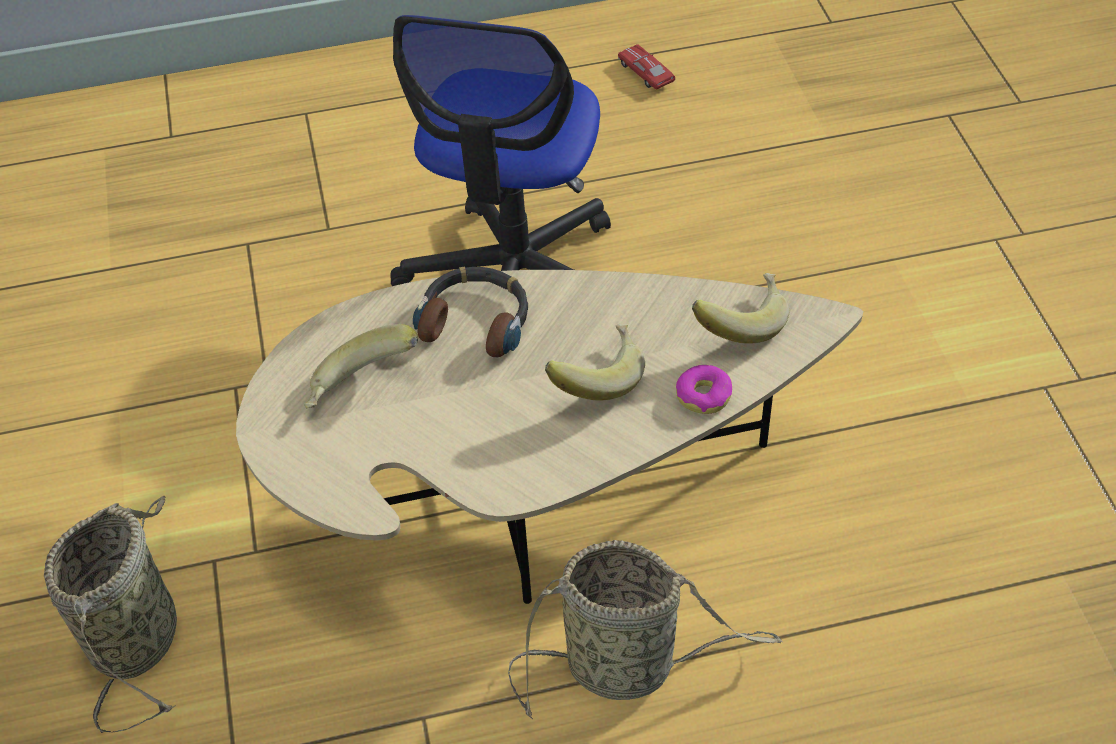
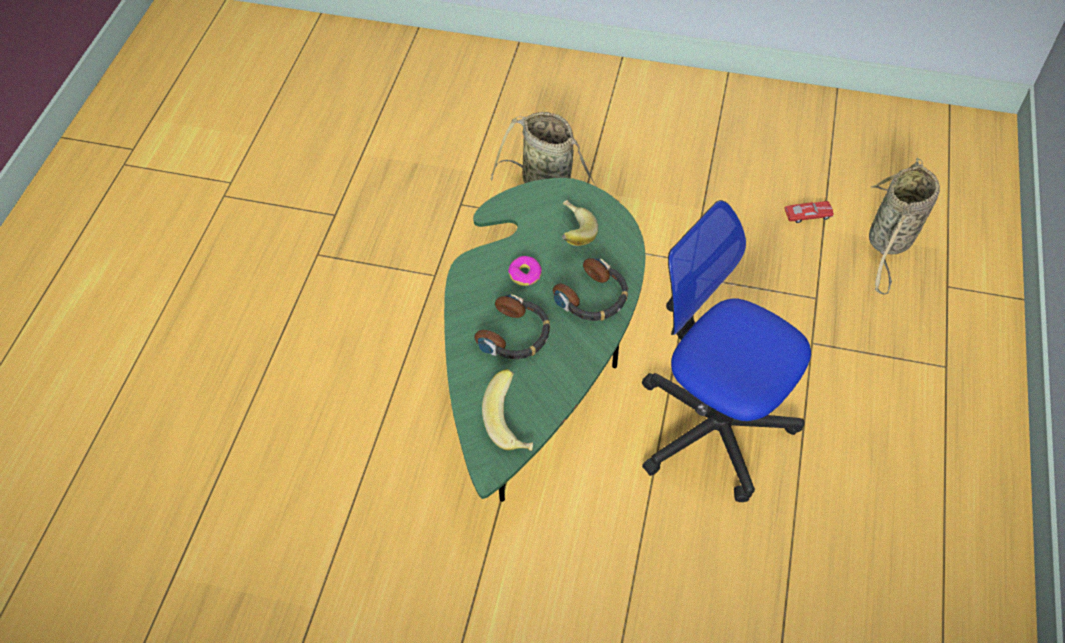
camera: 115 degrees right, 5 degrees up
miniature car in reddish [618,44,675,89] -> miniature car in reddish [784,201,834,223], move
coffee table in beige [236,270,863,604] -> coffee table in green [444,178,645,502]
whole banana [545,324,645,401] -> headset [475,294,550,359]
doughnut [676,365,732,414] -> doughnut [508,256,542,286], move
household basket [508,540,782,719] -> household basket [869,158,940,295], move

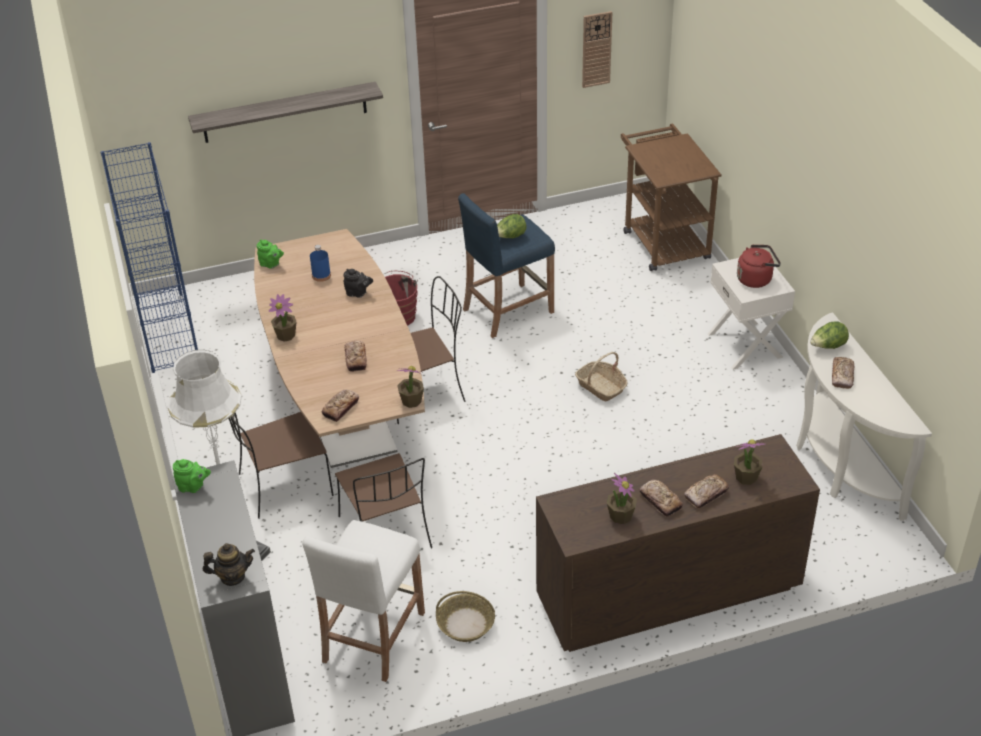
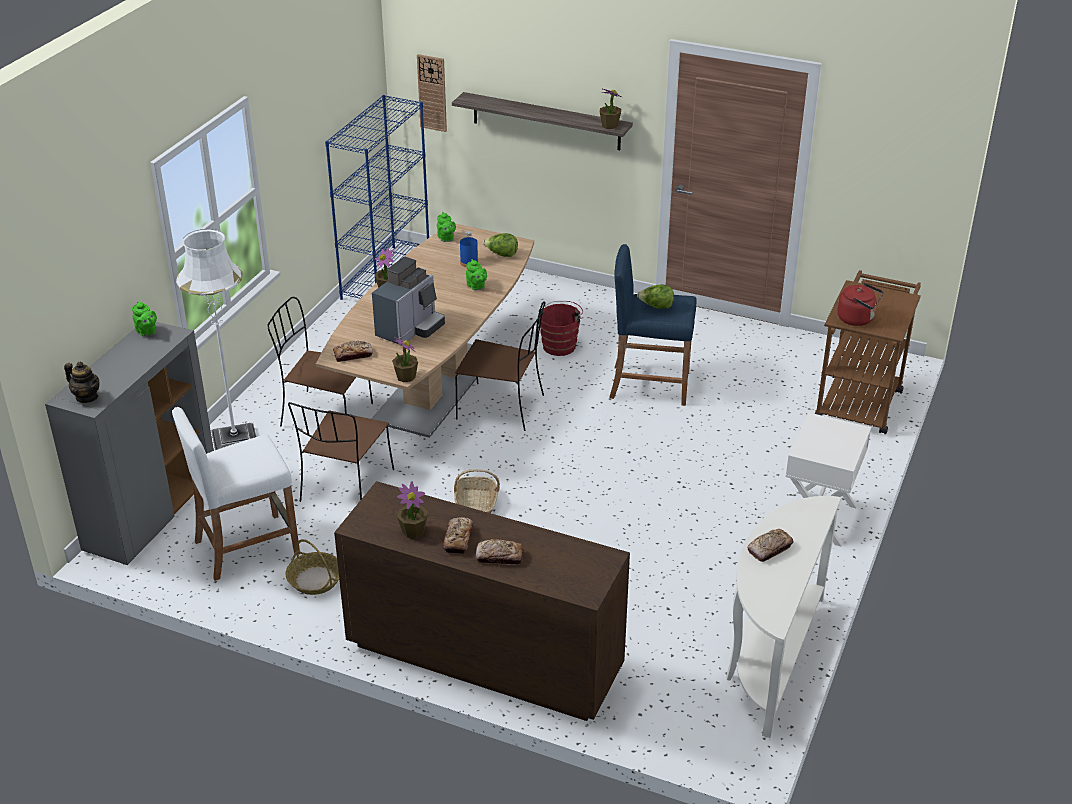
camera: 40 degrees right, 5 degrees down
wall clock [582,11,612,88] -> wall clock [417,54,447,132], move
tea kettle in reddish [737,245,781,288] -> tea kettle in reddish [837,283,884,326], move
tea pot in black-coloured [344,269,373,298] -> tea pot in green [466,259,487,291]
lettuce [810,322,849,349] -> lettuce [483,233,518,257], move
bakery bread [344,341,367,372] -> coffee brewer [372,257,445,346]
household basket [575,352,627,402] -> household basket [454,469,500,513], move
houseplant [734,439,766,485] -> houseplant [600,89,623,129], move

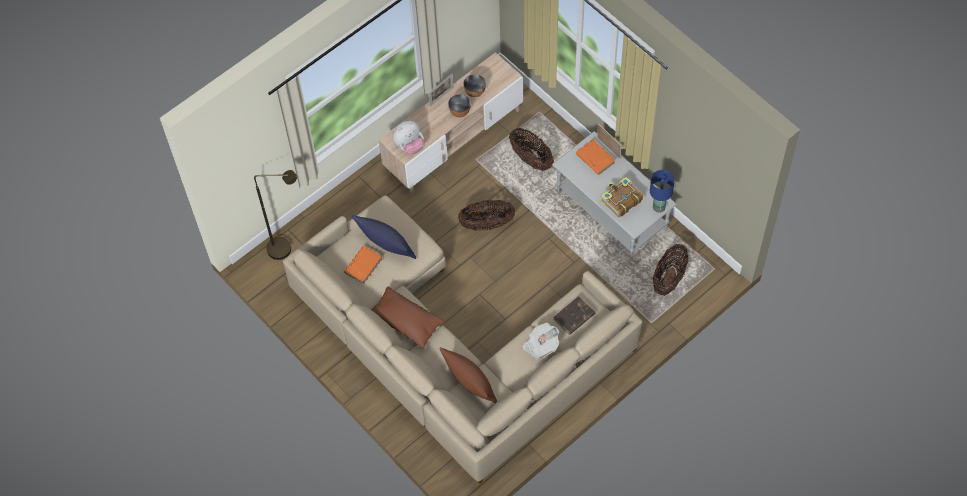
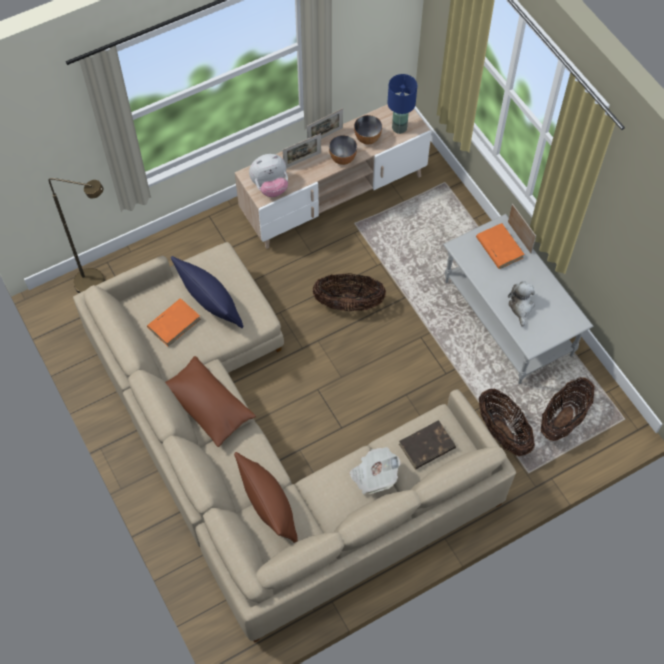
camera: 10 degrees right, 0 degrees up
household basket [509,128,554,171] -> household basket [479,388,535,456], move
table lamp in blue-coloured [650,170,675,213] -> table lamp in blue-coloured [387,74,417,134], move
volume [600,177,643,217] -> plush toy [508,281,535,326]
none -> photo frame [282,133,321,168]

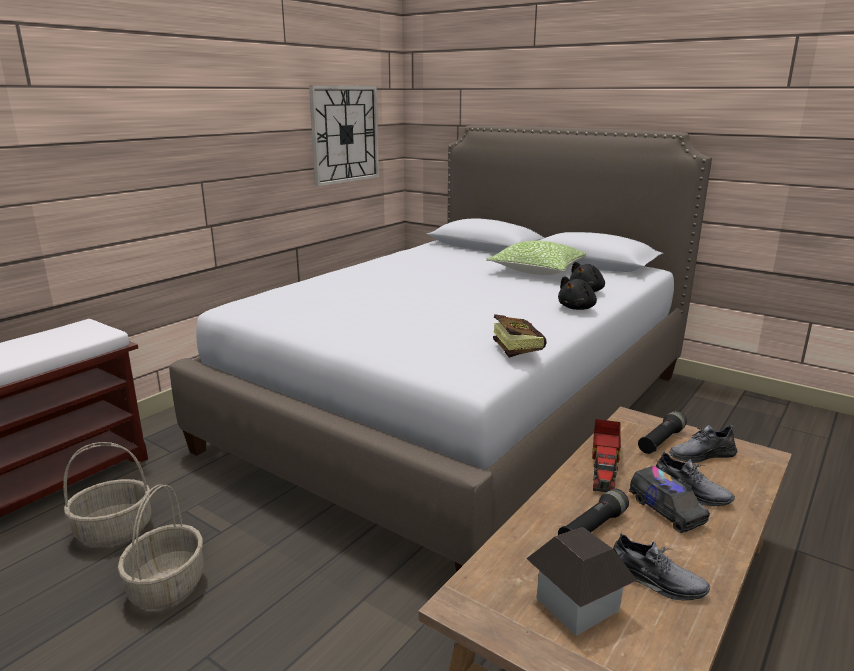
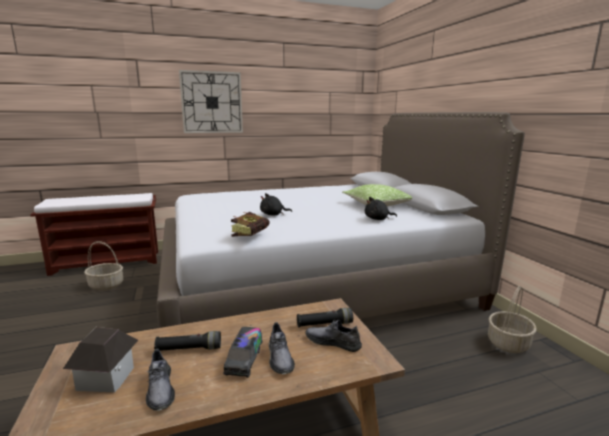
camera: 35 degrees right, 5 degrees down
wall clock [309,85,379,186] -> wall clock [179,70,243,133], move
plush toy in black-coloured [558,276,597,310] -> plush toy in black-coloured [260,193,292,215], move
toy truck [592,419,621,492] -> none
household basket [118,484,203,609] -> household basket [488,286,537,353], move

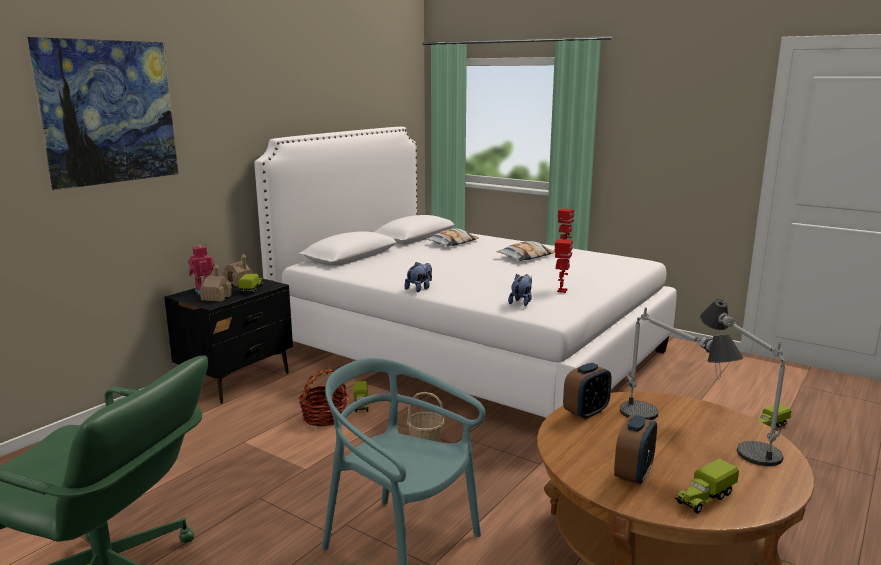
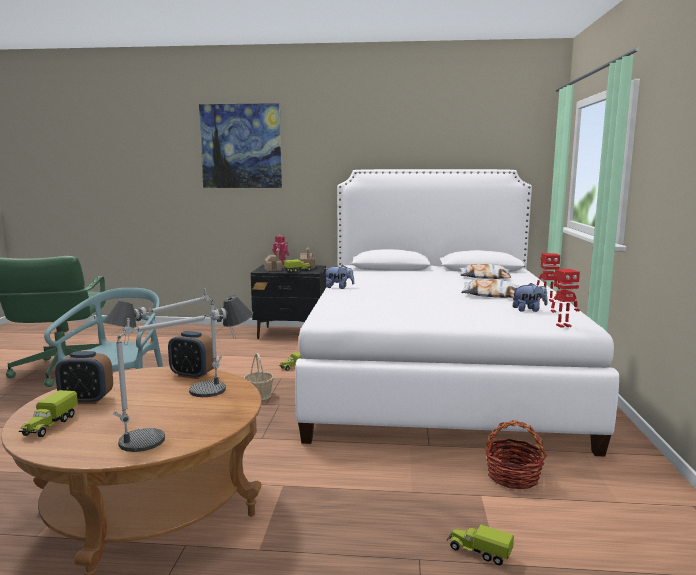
camera: 60 degrees right, 5 degrees down
model robot [555,239,573,293] -> model robot [551,269,580,328], move
plush toy [508,274,532,306] -> plush toy [513,283,548,312], move
household basket [298,369,348,427] -> household basket [485,420,547,489], move
toy truck [675,459,739,514] -> toy truck [19,390,78,437], 105 degrees counterclockwise

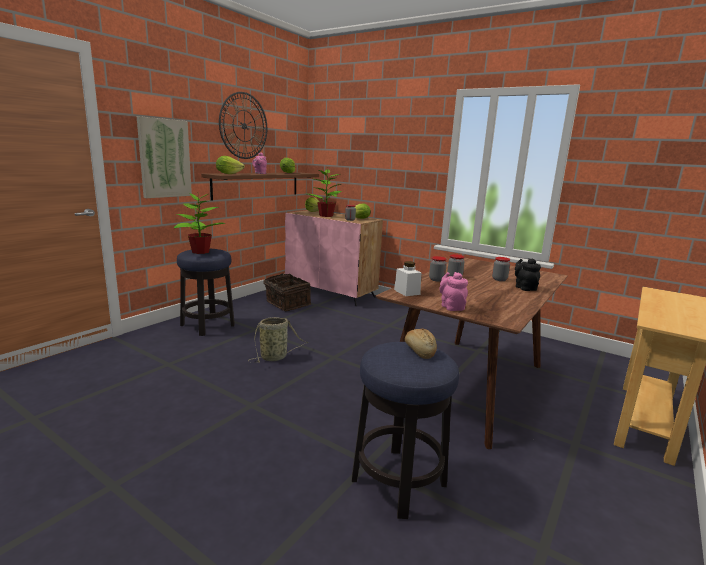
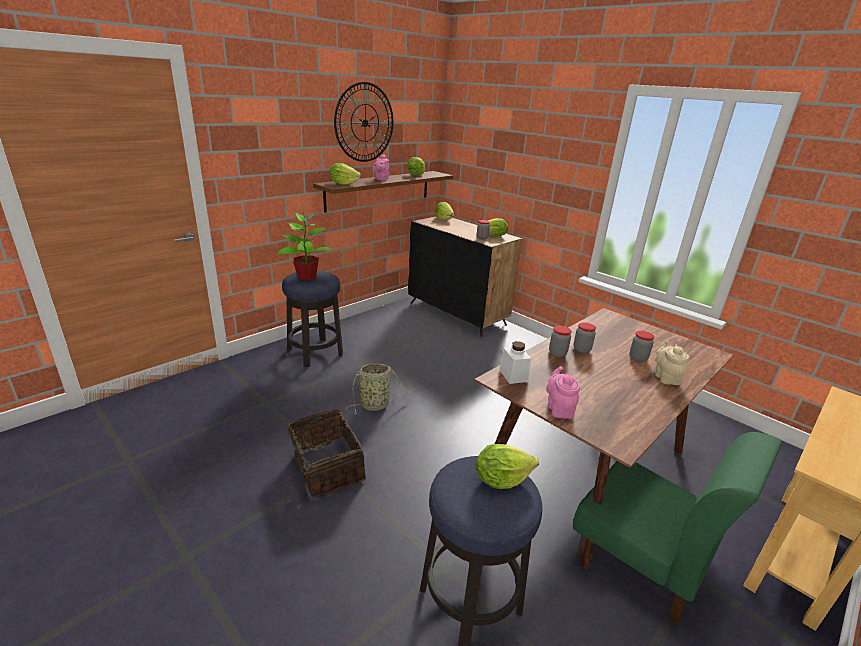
camera: 10 degrees right, 10 degrees up
picture [137,116,192,198] -> none
houseplant [308,169,342,217] -> none
cupboard in pink-coloured [285,210,383,306] -> cupboard in black-coloured [408,216,522,337]
tea pot in black-coloured [515,258,541,291] -> tea pot in beige [655,340,689,385]
household basket [263,273,311,311] -> household basket [284,408,366,498], move
bakery bread [405,328,437,359] -> lettuce [476,444,539,489]
none -> plain chair in green [573,432,783,626]

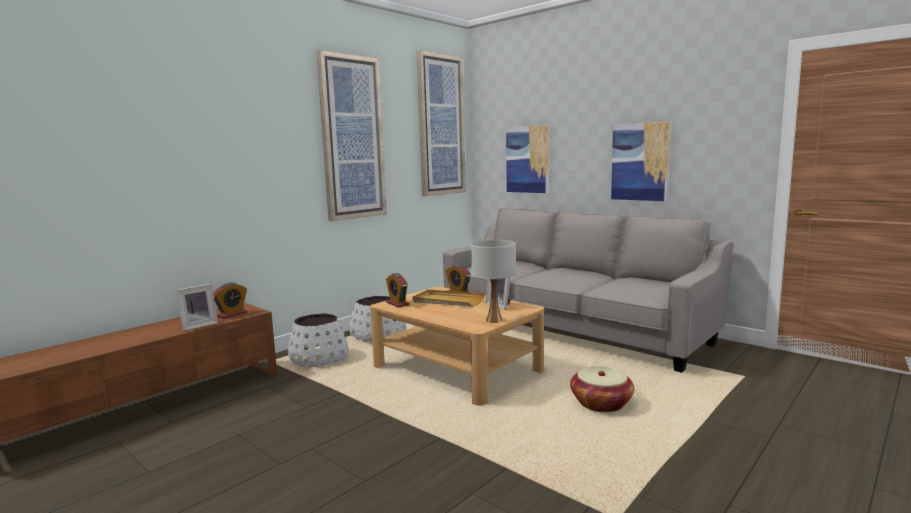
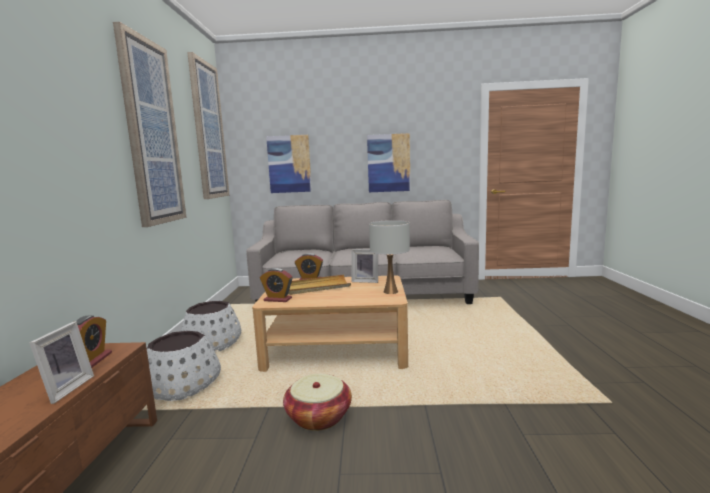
camera: 40 degrees left, 0 degrees up
household basket [570,366,634,412] -> household basket [283,374,352,431], move

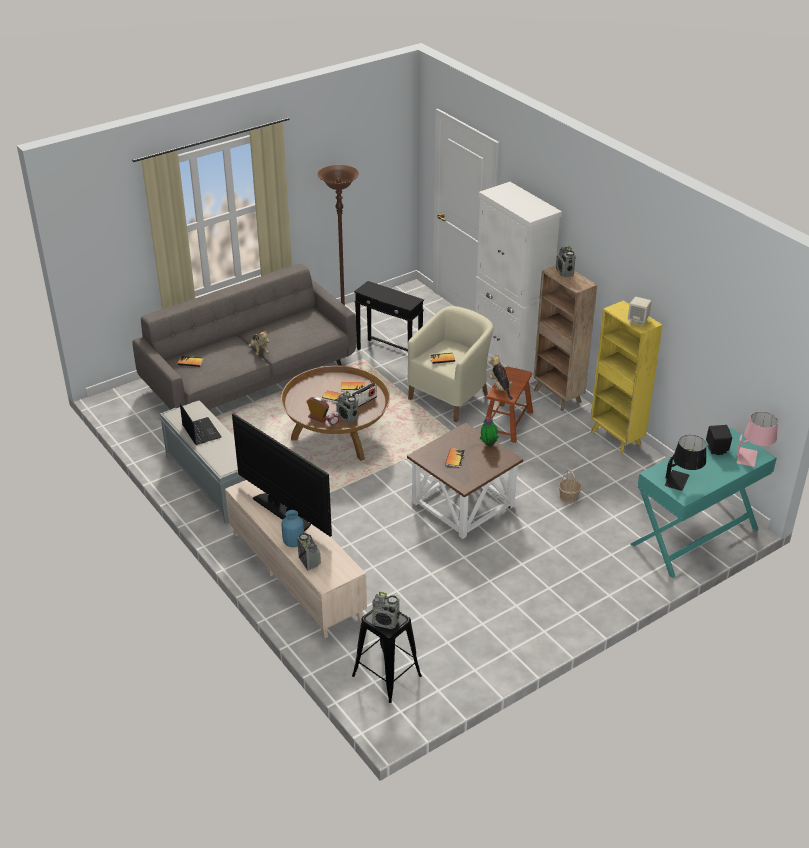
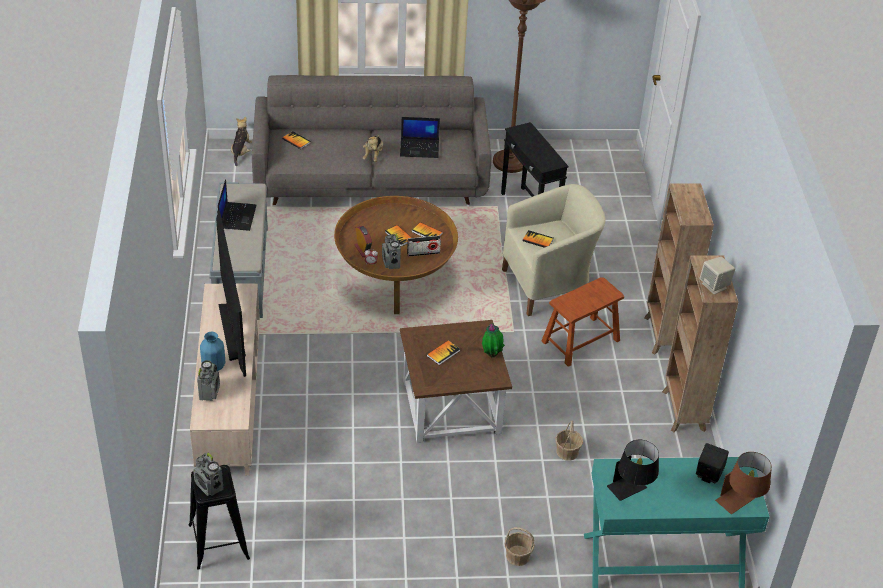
camera: 30 degrees right, 5 degrees up
cupboard in white-coloured [475,182,562,383] -> none
radio [556,245,576,277] -> none
shelving unit in yellowish [591,301,663,454] -> shelving unit in brown [662,255,738,432]
plush toy [489,353,513,400] -> plush toy [231,117,252,166], move
table lamp in pink-coloured [736,412,778,467] -> table lamp in brown [715,452,772,514]
none -> laptop [400,117,440,158]
none -> household basket [504,527,535,566]

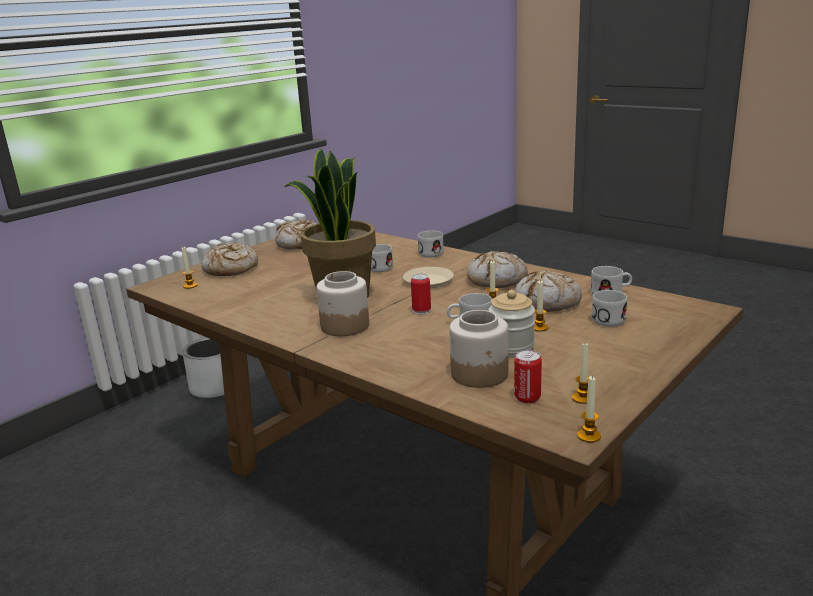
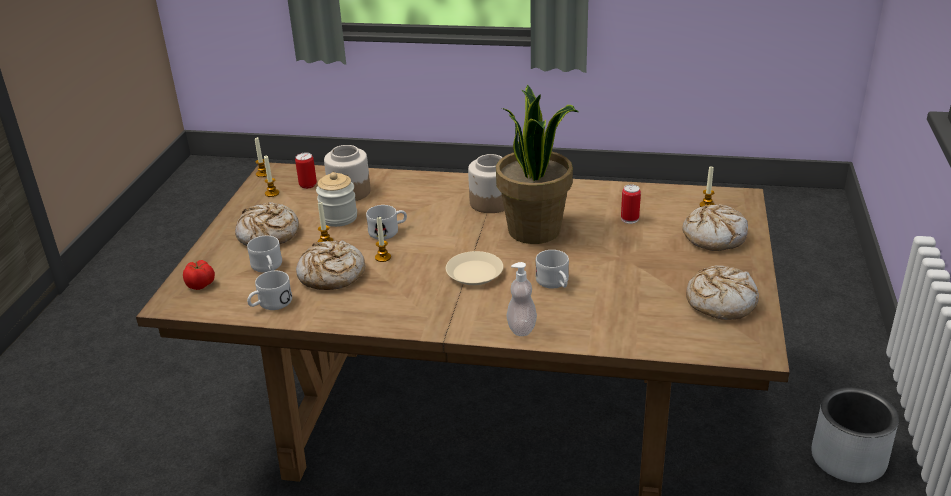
camera: 150 degrees right, 10 degrees up
coffee mug in white-coloured [418,231,444,257] -> soap dispenser [506,262,537,336]
bakery bread [467,251,528,288] -> bakery bread [235,202,299,246], move
can [411,274,431,315] -> can [621,185,641,224], move
none -> whole tomato [183,260,215,290]

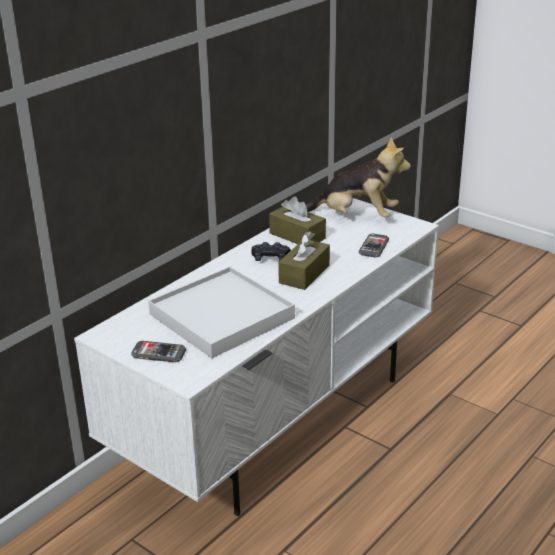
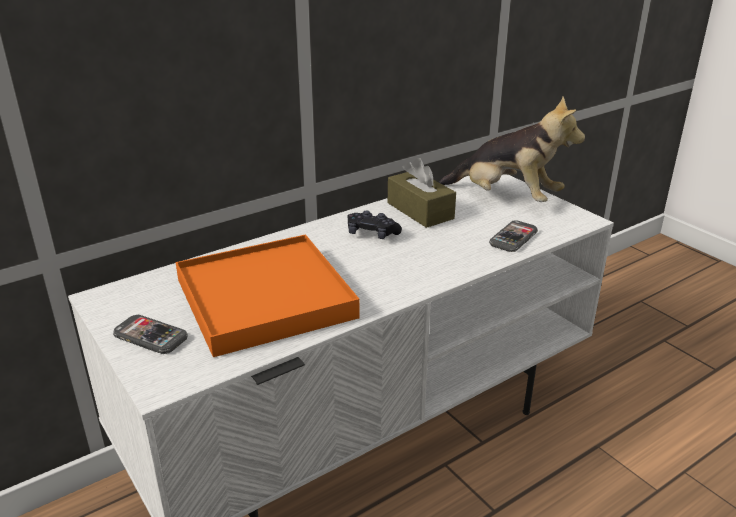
camera: 15 degrees right, 0 degrees up
box of tissues in brown [278,231,330,290] -> none
serving tray in white-coloured [148,267,295,358] -> serving tray in orangey [175,235,360,357]

